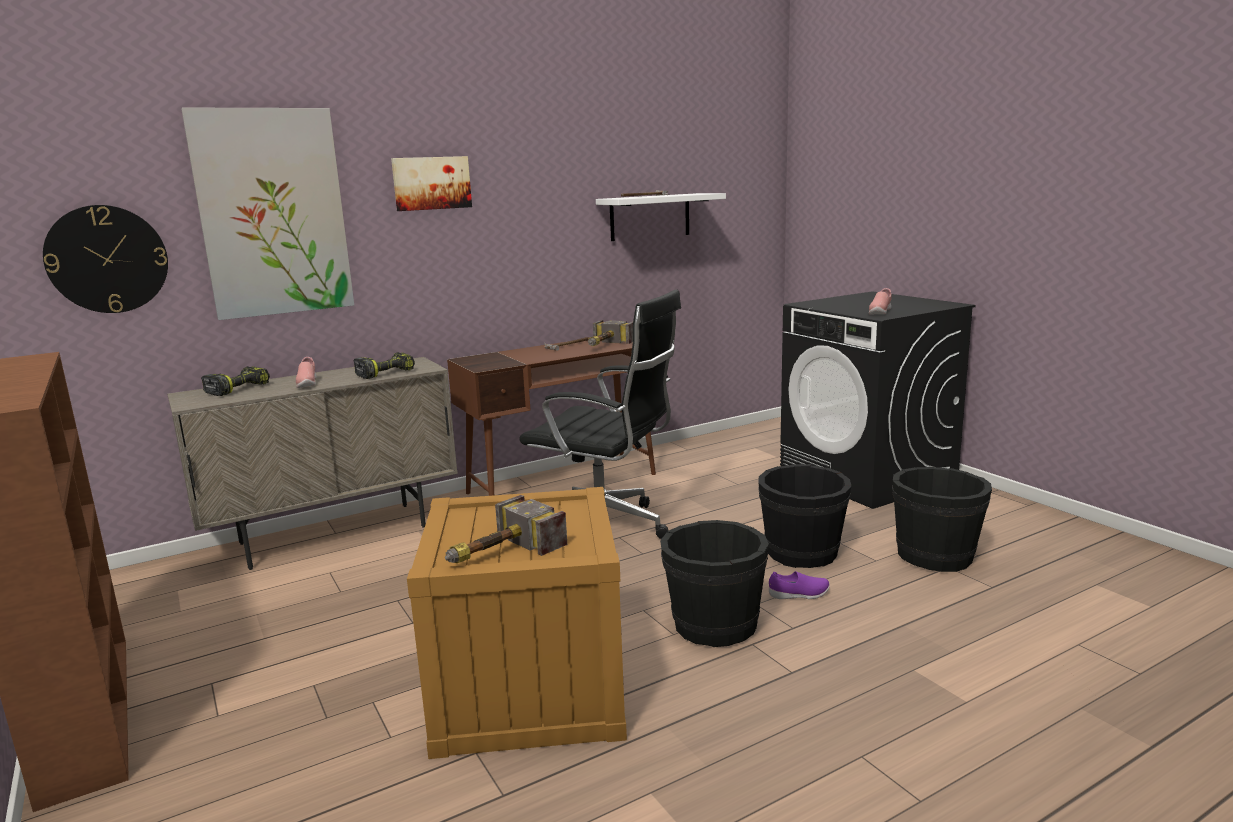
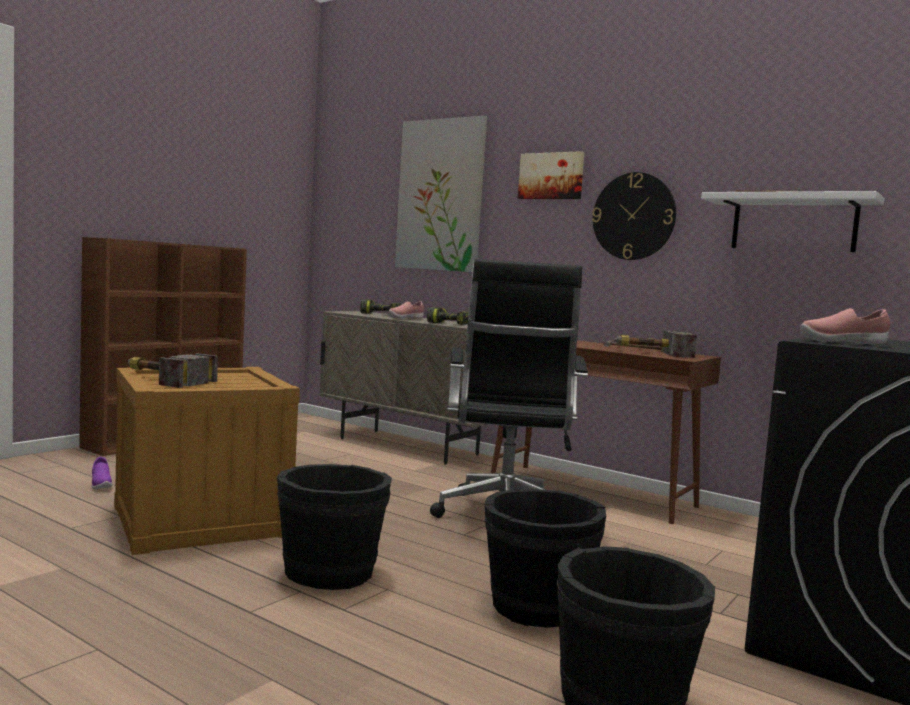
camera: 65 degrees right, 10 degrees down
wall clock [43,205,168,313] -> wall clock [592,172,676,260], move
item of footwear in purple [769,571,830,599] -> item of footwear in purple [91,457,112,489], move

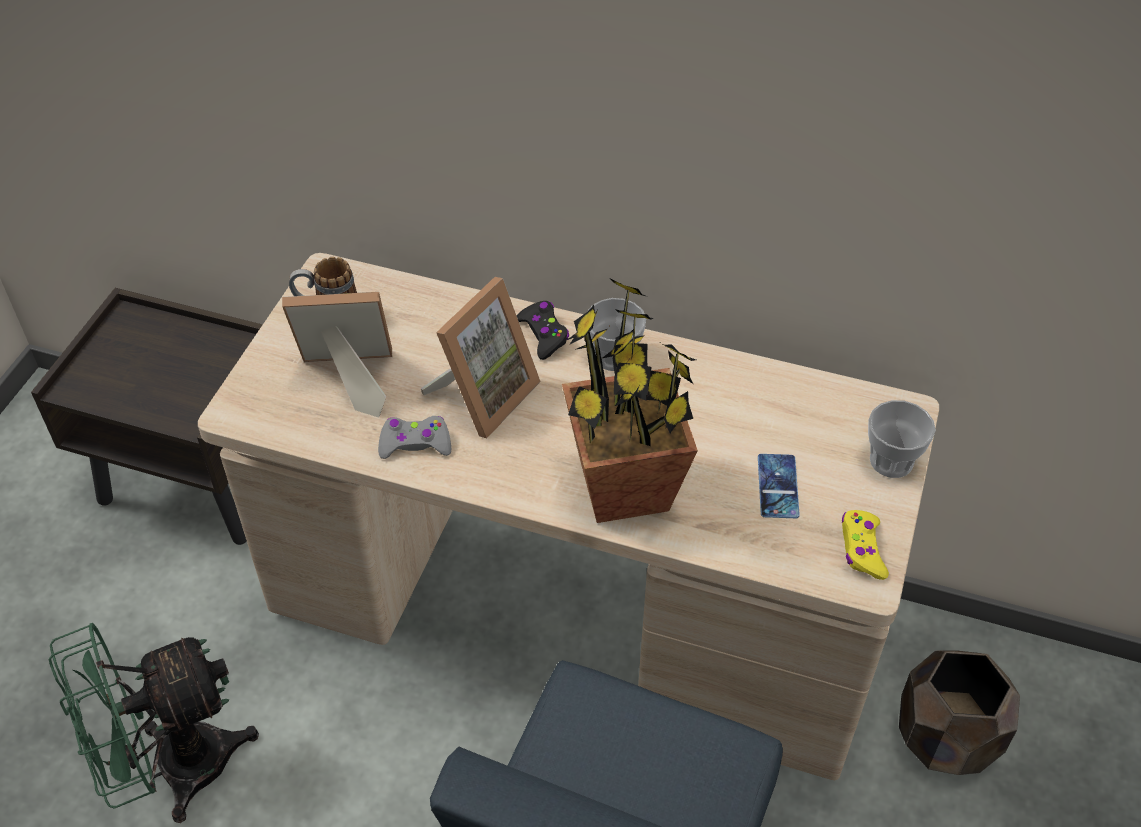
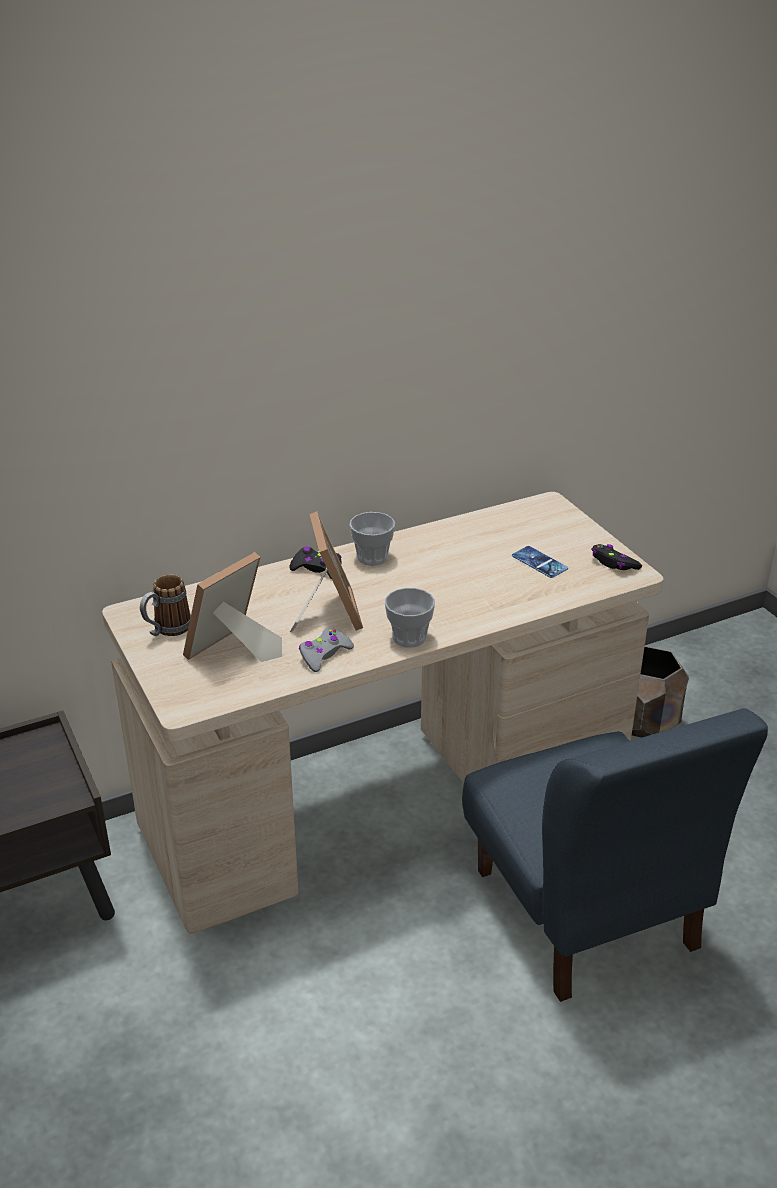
camera: 45 degrees left, 15 degrees down
houseplant [562,278,698,523] -> none
cup [868,400,936,478] -> cup [385,588,435,648], move
joypad in yellowish [842,510,889,580] -> joypad in black-coloured [591,544,642,570]
cooling fan in green [48,623,259,823] -> none

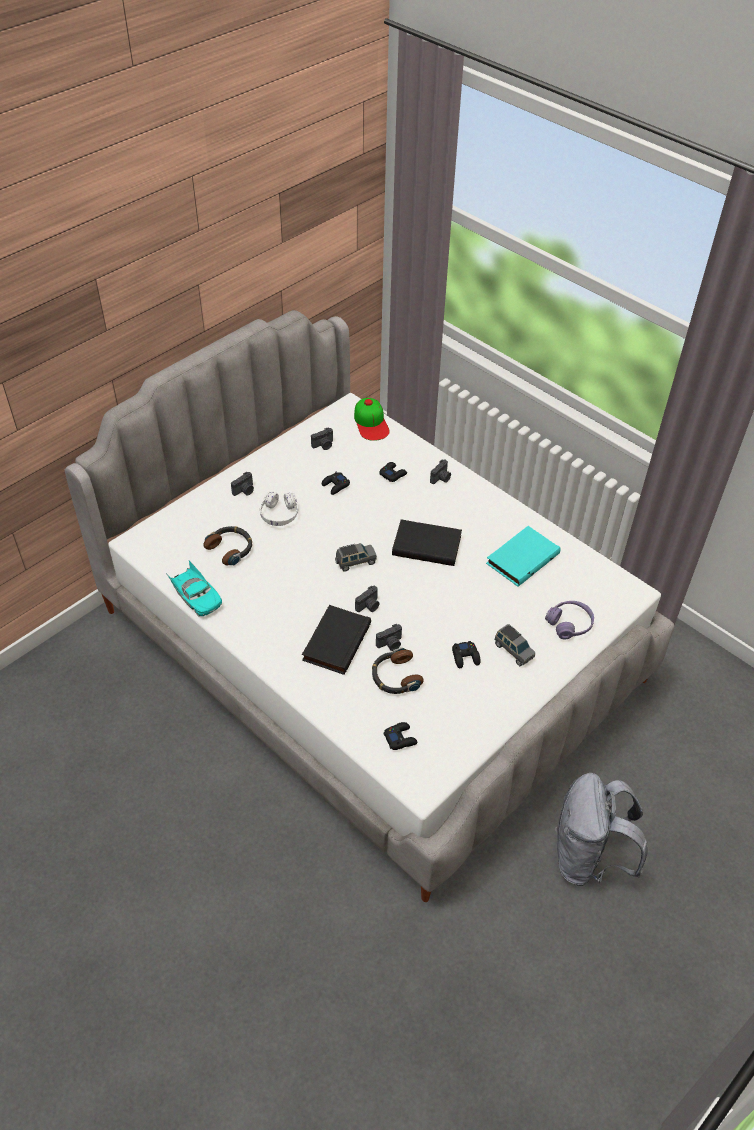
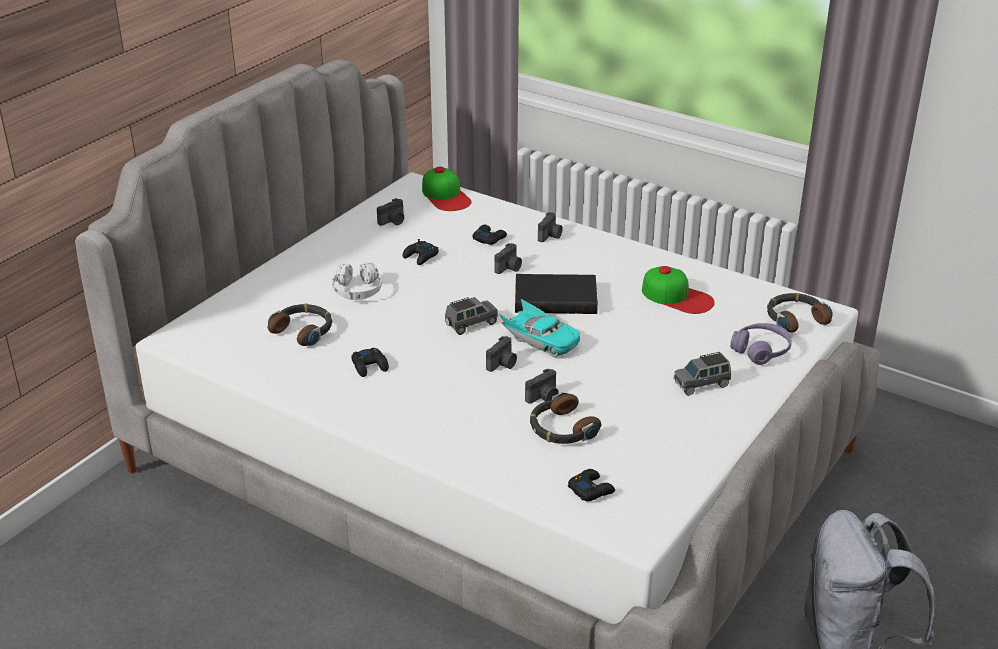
camera: 10 degrees left, 15 degrees down
still camera [231,472,254,496] -> still camera [494,243,522,274], move
volume in blue-green [486,526,561,587] -> baseball cap [642,266,715,314]
miniature car in blue-green [166,560,222,617] -> miniature car in blue-green [499,299,580,357], move
volume in black-coloured [302,605,371,675] -> none
miniature car in gray [494,624,535,666] -> miniature car in gray [673,352,731,396], 120 degrees clockwise
joypad in black-coloured [452,641,481,668] -> joypad in black-coloured [351,348,389,377], move
none -> headset [767,293,833,333]

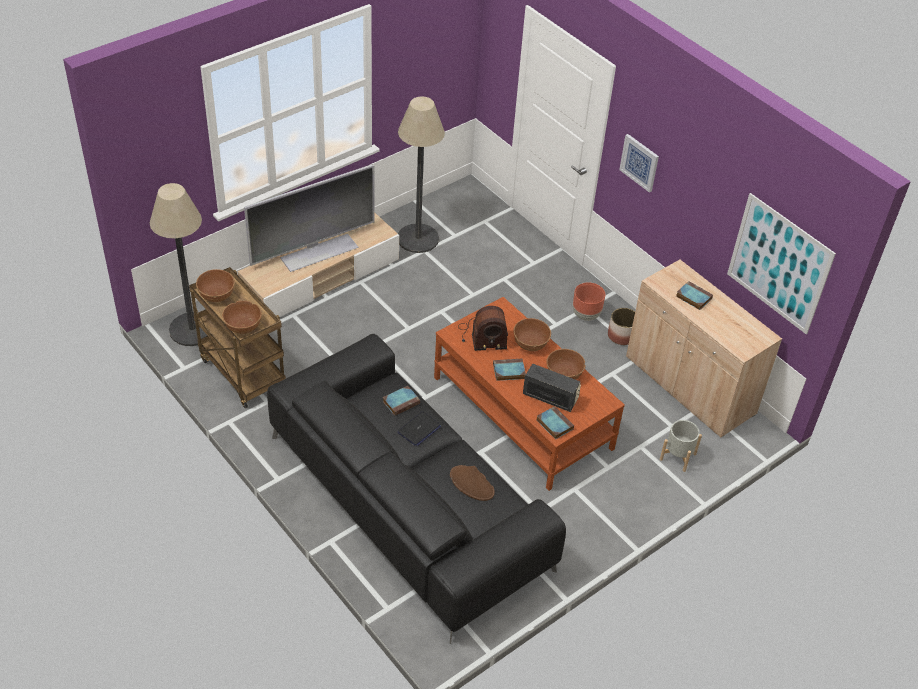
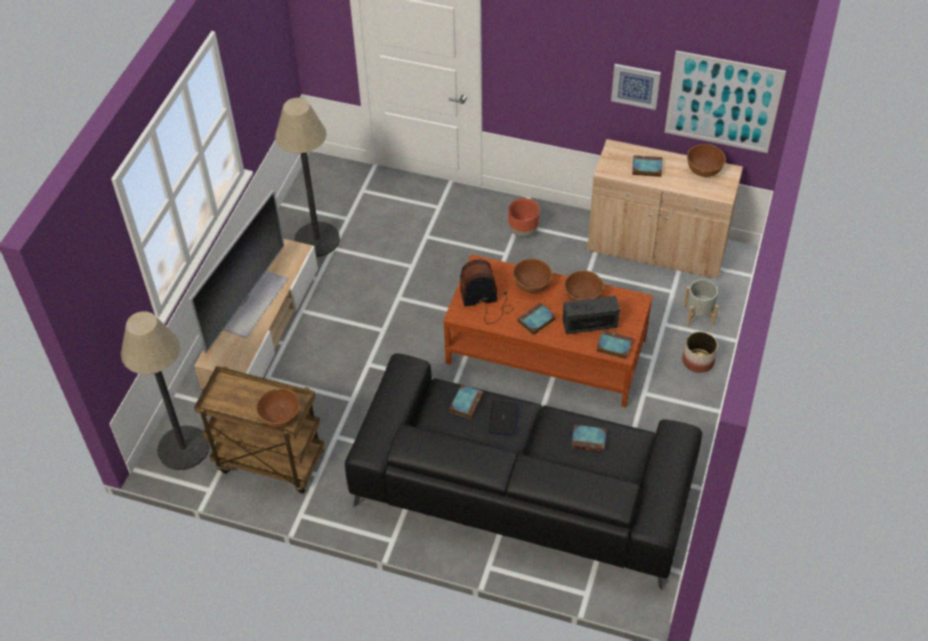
camera: 30 degrees left, 5 degrees up
picture [619,134,659,193] -> picture [611,64,661,110], move
deep dish in brown [196,269,235,302] -> deep dish in brown [687,144,726,177], move
radio [458,306,508,351] -> radio [460,259,513,324], 150 degrees counterclockwise
flower pot [608,308,635,345] -> flower pot [682,331,718,373], move
clothing hat in brown [450,465,495,501] -> volume [571,425,607,452]

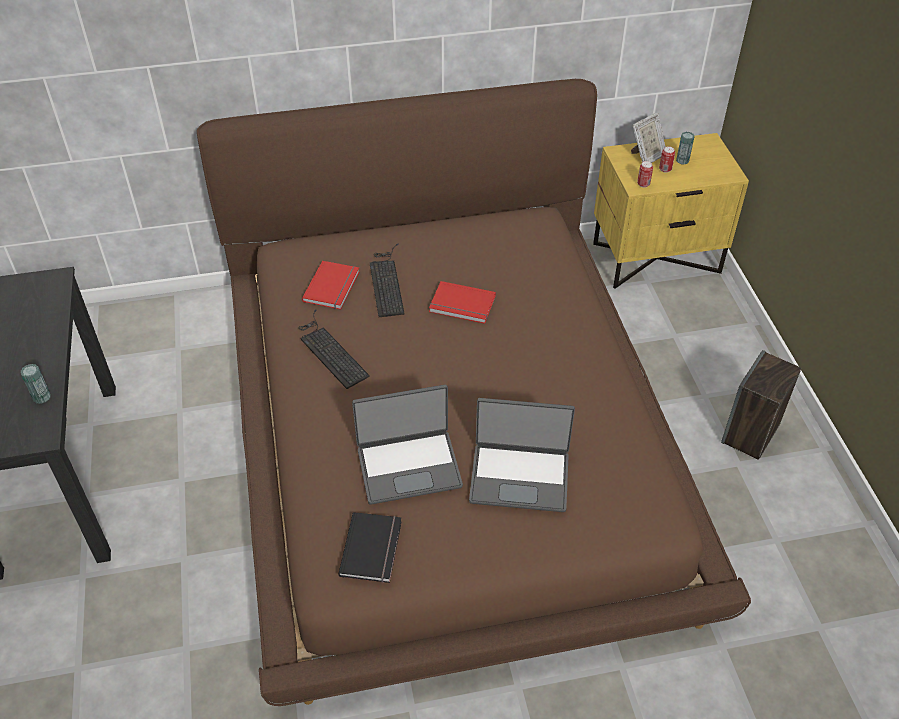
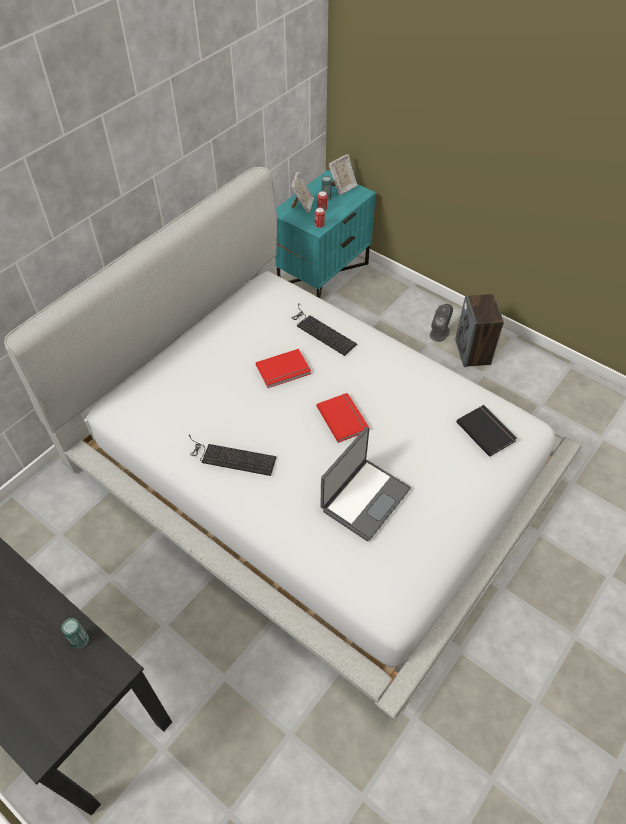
camera: 40 degrees left, 5 degrees up
sleeping bed in brown [197,79,751,706] -> sleeping bed in white-coloured [4,167,582,721]
night table in yellowish [593,133,749,289] -> night table in blue-green [275,170,376,298]
keyboard [370,244,405,317] -> keyboard [292,303,357,356], move
volume in reddish [302,261,359,310] -> volume in reddish [316,393,369,443], move
laptop [469,398,575,512] -> none
volume in black-coloured [338,512,402,583] -> volume in black-coloured [457,405,517,457], move
none -> photo frame [328,154,357,195]
none -> audio speaker in gray [430,304,453,342]

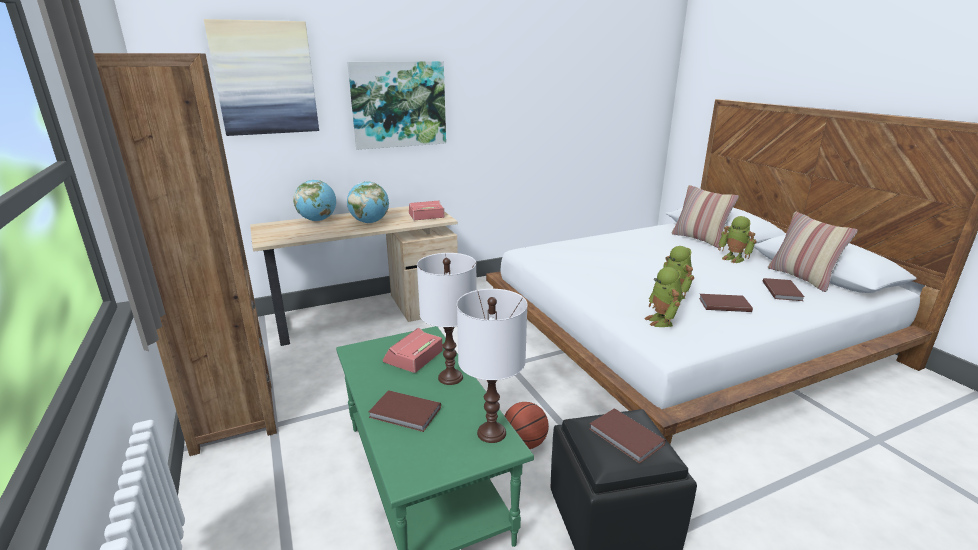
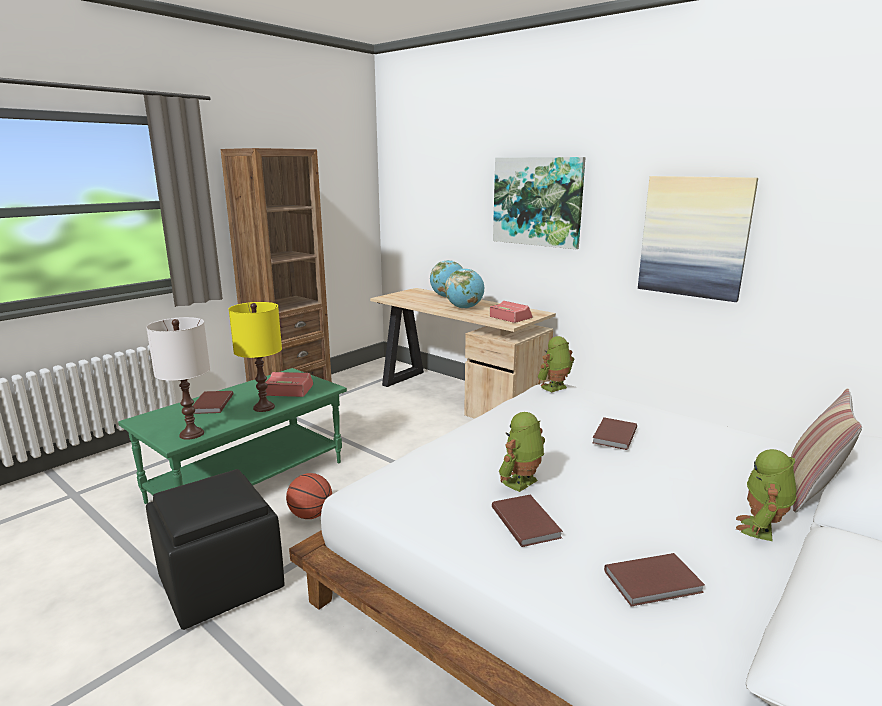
camera: 65 degrees right, 5 degrees down
picture [204,19,319,136] -> picture [638,176,758,302], move
throw pillow [768,212,858,292] -> none
table lamp in white-coloured [417,253,477,385] -> table lamp in yellowish [229,302,282,412]
model robot [645,267,682,327] -> model robot [538,336,574,392], move
volume in brown [590,408,666,464] -> volume in brown [592,417,637,450], move

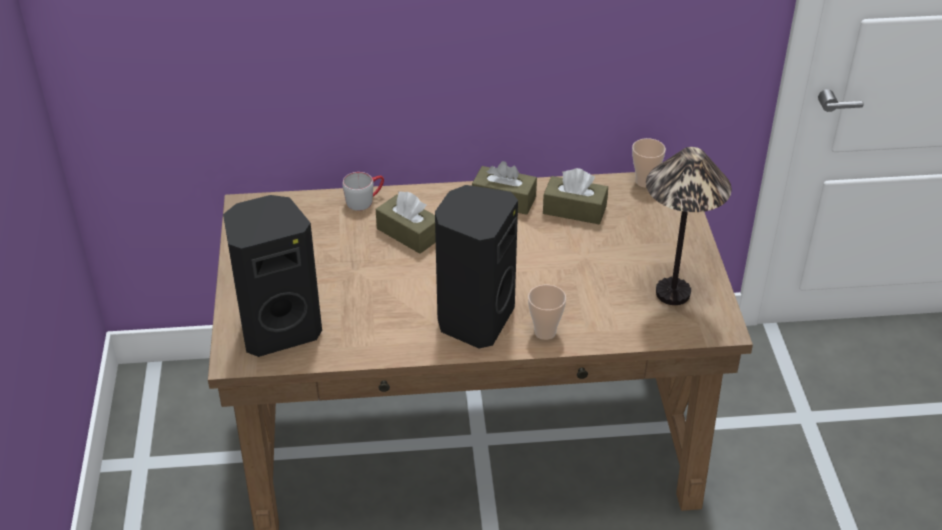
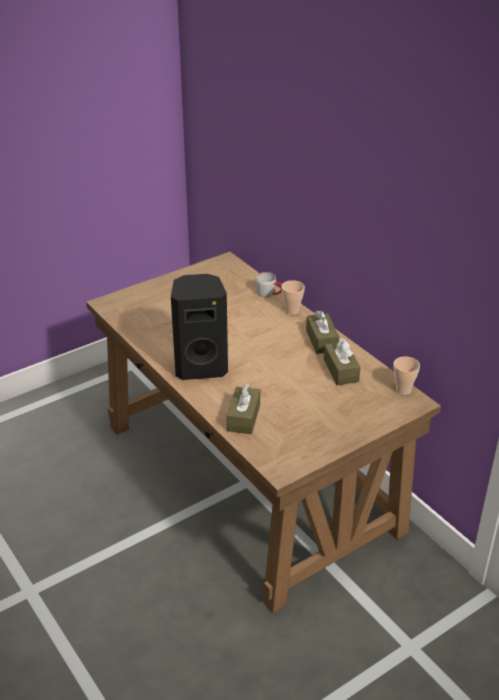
camera: 60 degrees right, 5 degrees down
table lamp [646,147,732,305] -> none
box of tissues in brown [376,192,436,254] -> box of tissues in brown [227,384,260,434], move
audio speaker in black-coloured [223,195,322,357] -> none
cup [528,285,566,340] -> cup [282,280,305,315], move

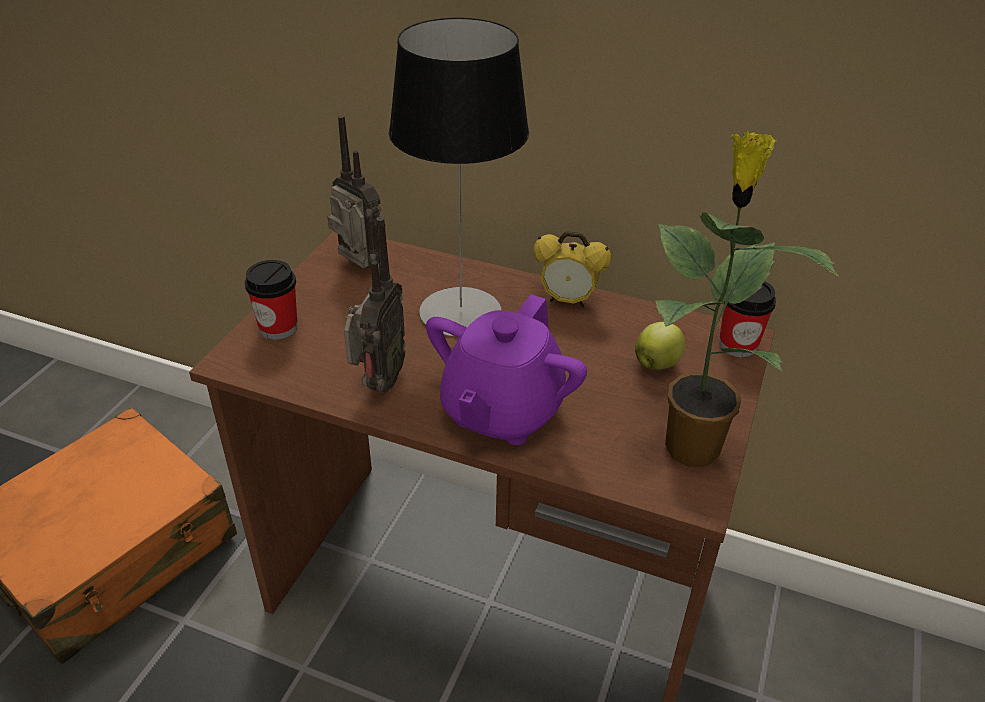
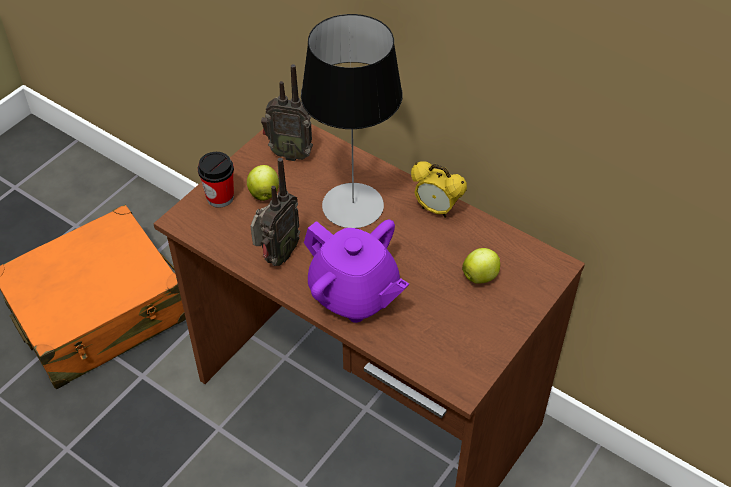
camera: 15 degrees right, 10 degrees up
radio [328,115,381,269] -> radio [261,64,313,161], 135 degrees clockwise
houseplant [655,130,839,467] -> none
cup [719,281,776,357] -> none
tea pot in purple [426,294,587,445] -> tea pot in purple [304,219,409,323], 90 degrees counterclockwise
none -> apple [247,165,279,201]

